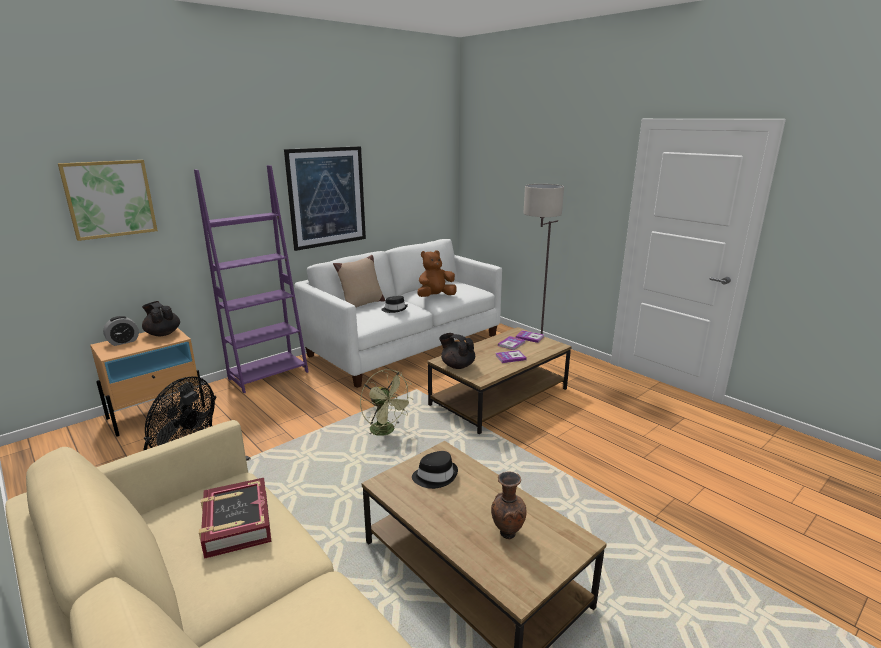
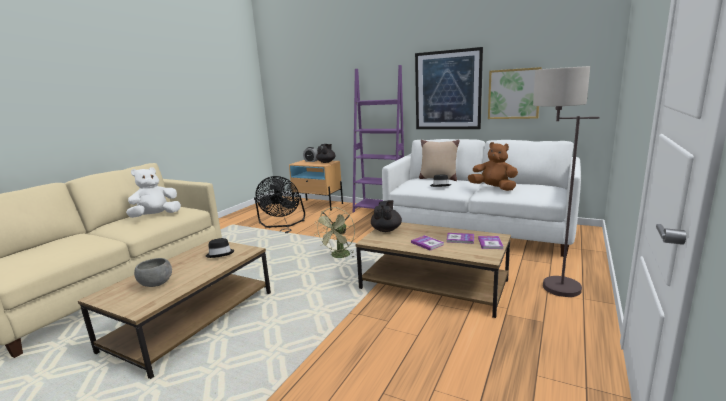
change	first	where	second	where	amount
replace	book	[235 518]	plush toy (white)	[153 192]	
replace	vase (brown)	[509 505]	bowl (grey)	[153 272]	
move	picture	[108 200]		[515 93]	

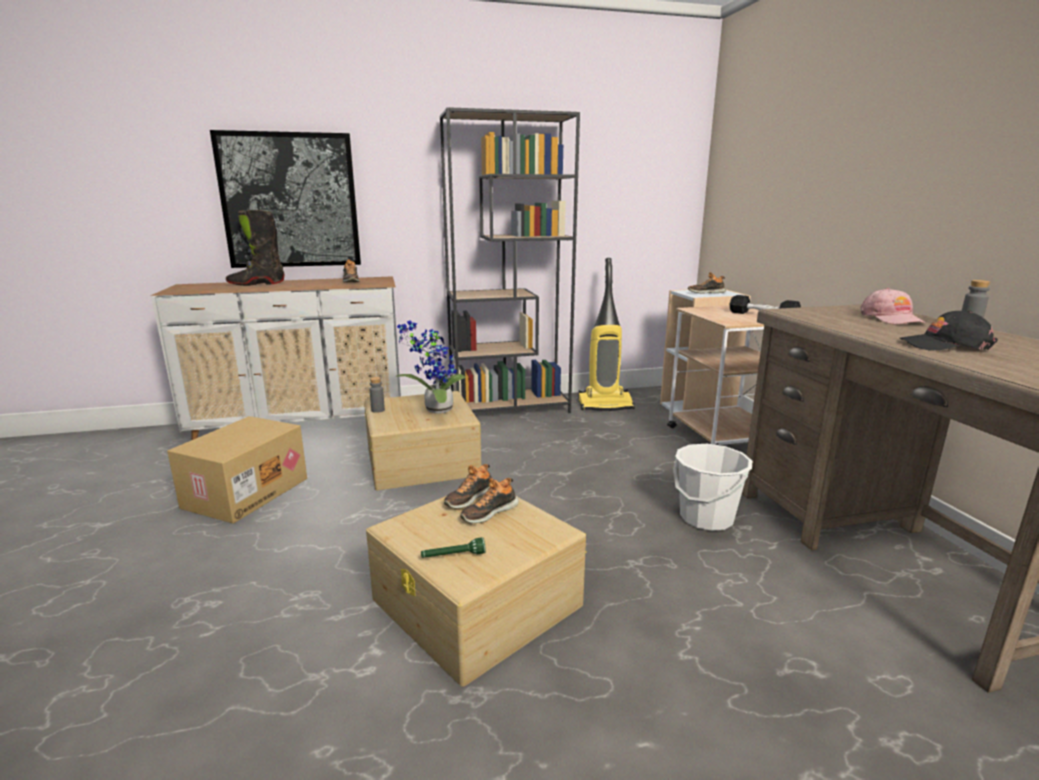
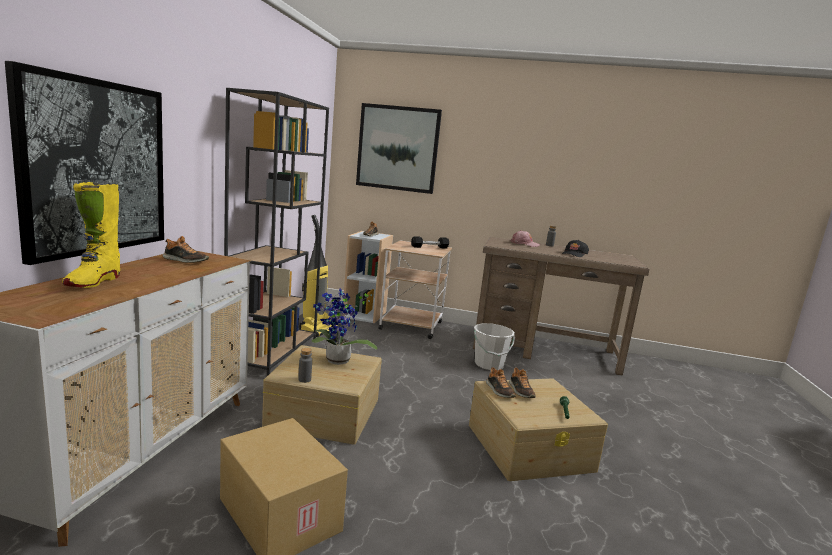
change	first	where	second	where	amount
recolor	boot (black)	[255 248]	boot (yellow)	[91 235]	
insert			picture	[399 148]	

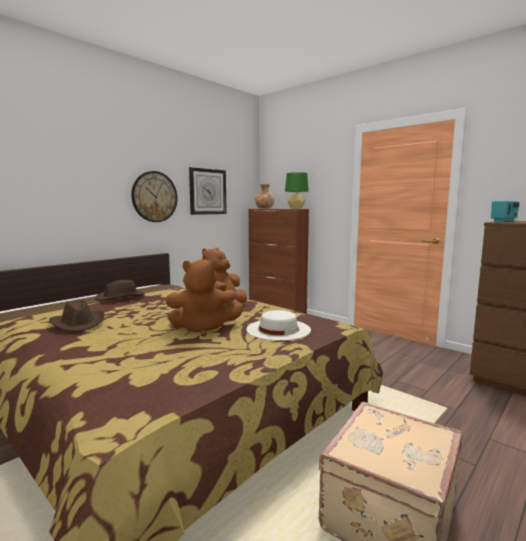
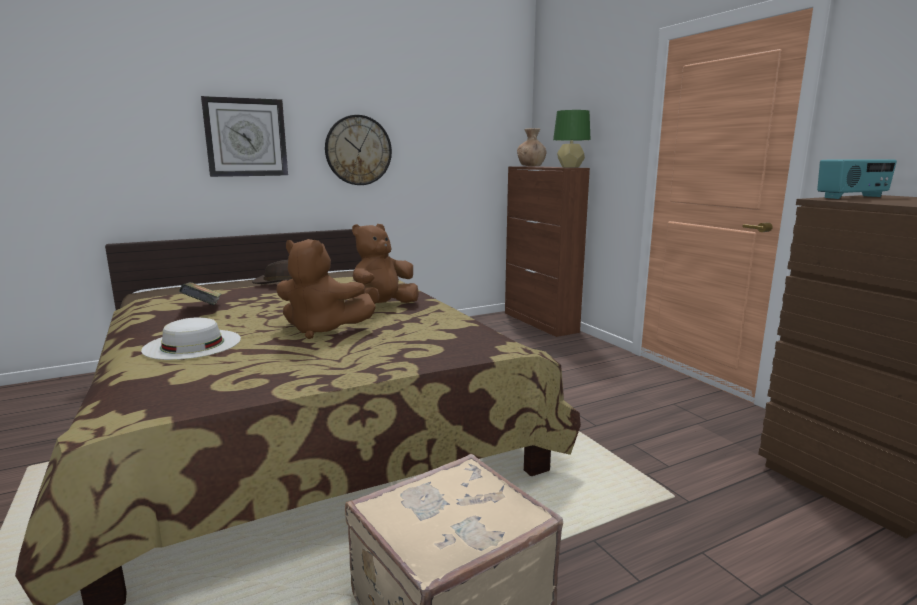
change	first	where	second	where	amount
move	hat (white)	[278 325]		[191 338]	
replace	hat (brown)	[76 315]	book	[200 293]	
move	wall clock	[208 191]		[244 136]	

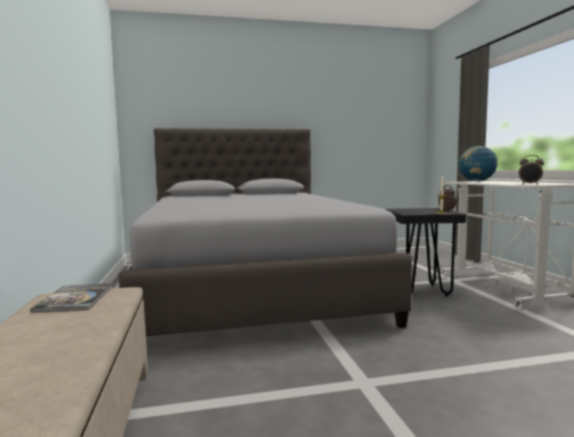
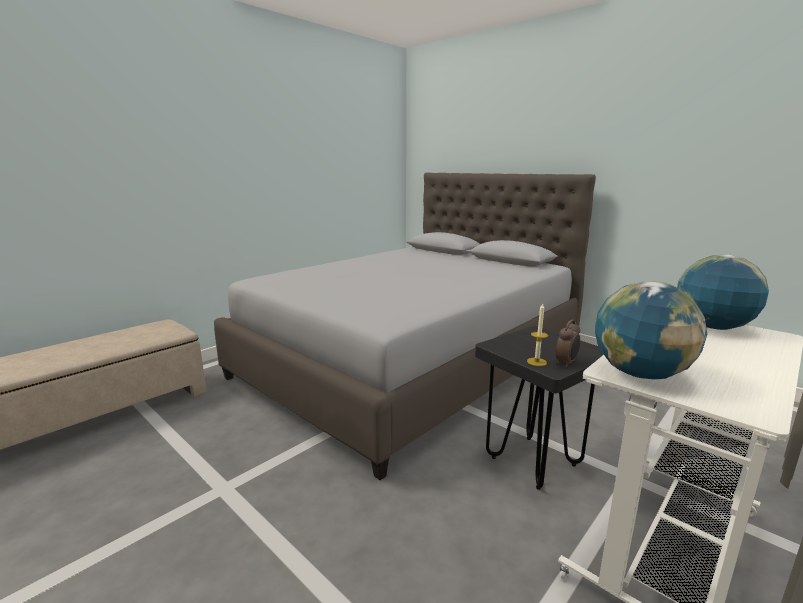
change	first	where	second	where	amount
replace	alarm clock	[531 170]	globe	[651 330]	
delete	book	[71 298]			

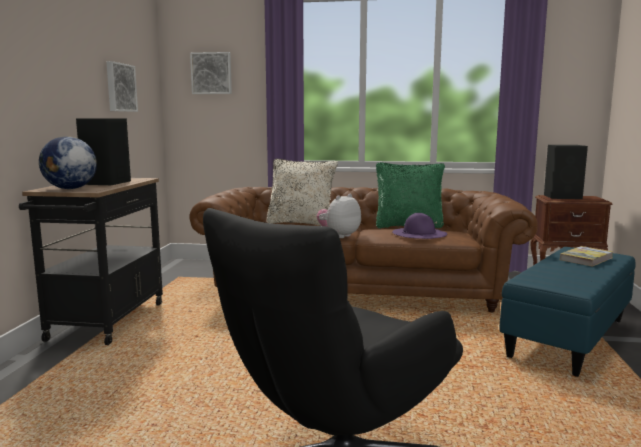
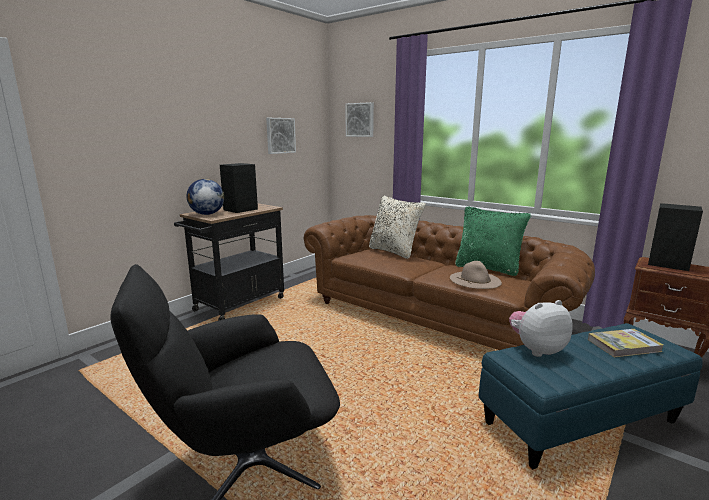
change	first	where	second	where	amount
recolor	hat (purple)	[419 226]	hat (beige)	[476 275]	
move	plush toy	[339 216]		[541 328]	

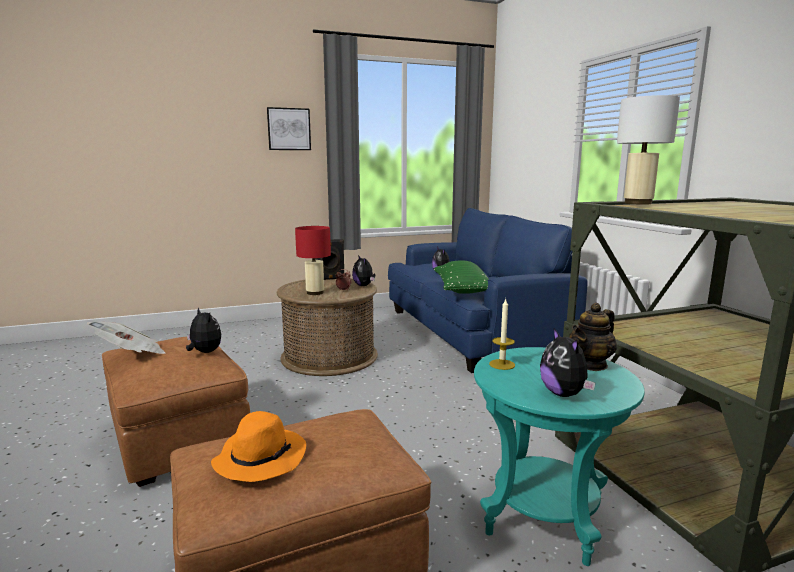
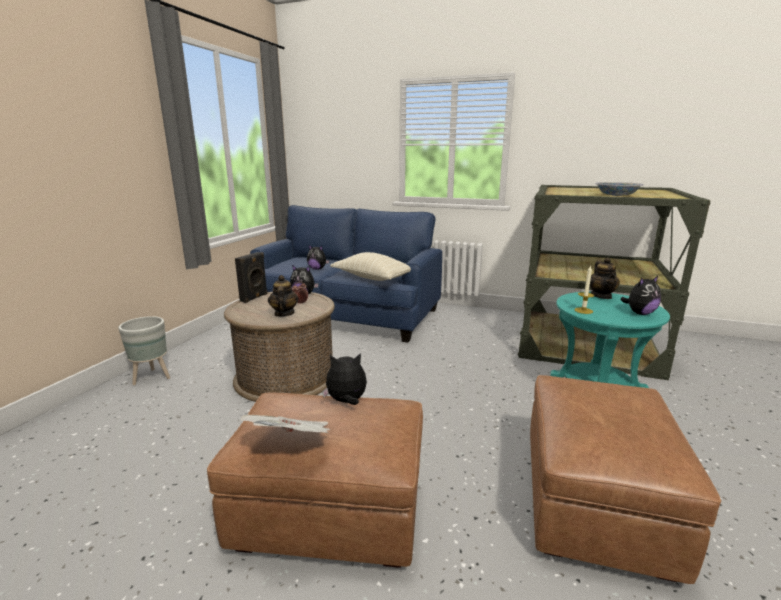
change	first	where	second	where	amount
insert			planter (grey)	[144 350]	
replace	table lamp (red)	[313 260]	teapot	[283 296]	
recolor	pillow (green)	[461 277]	pillow (beige)	[370 266]	
insert			bowl	[619 189]	
rotate	plush toy	[567 362]		[640 295]	45 degrees counterclockwise
delete	hat (orange)	[258 446]			
delete	picture	[289 128]			
delete	table lamp (white)	[648 150]			

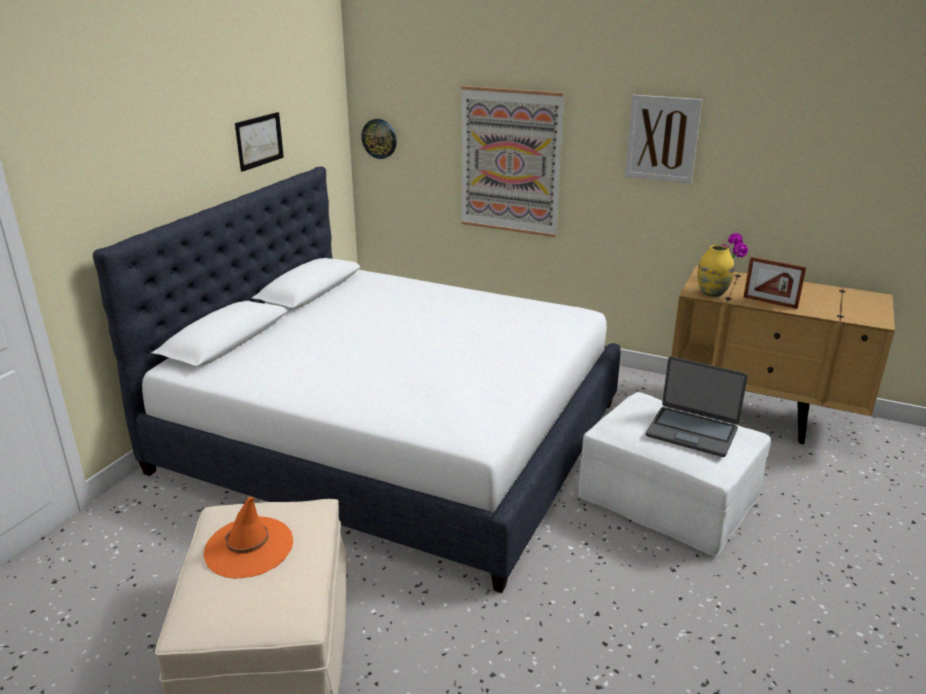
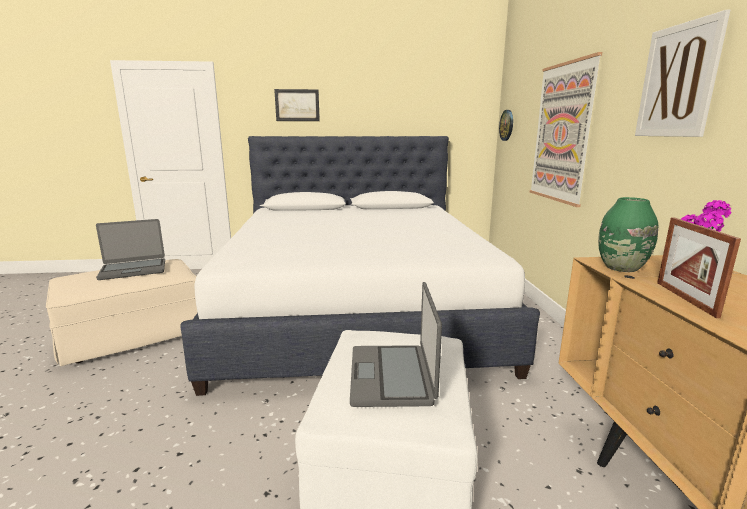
change	first	where	second	where	amount
replace	hat (orange)	[248 538]	laptop	[130 249]	
move	picture	[259 142]		[297 105]	
recolor	vase (yellow)	[716 271]	vase (green)	[628 234]	

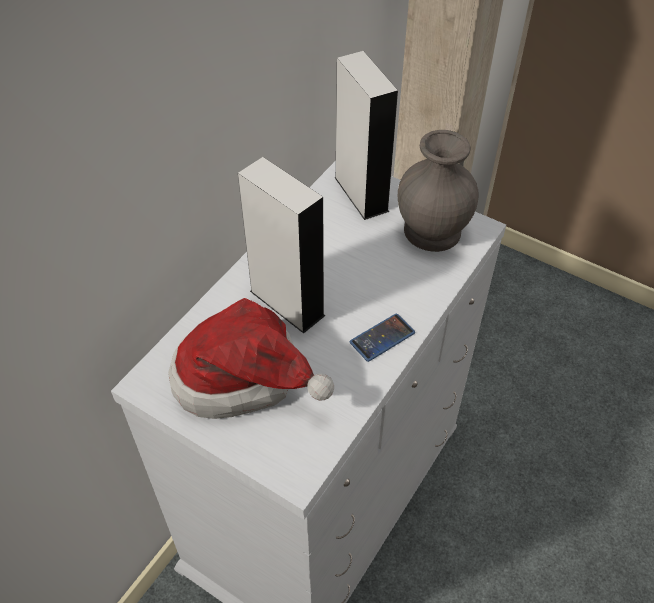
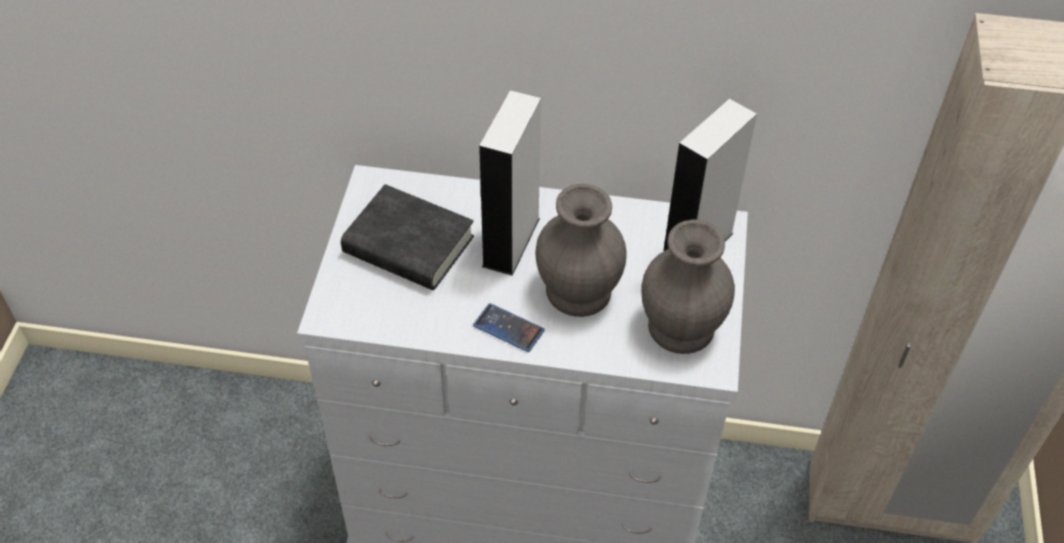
change	first	where	second	where	amount
replace	hat	[251 358]	book (black)	[407 237]	
insert			vase (grey)	[580 250]	

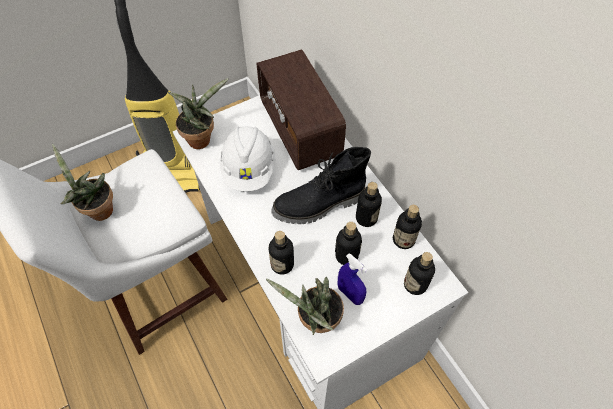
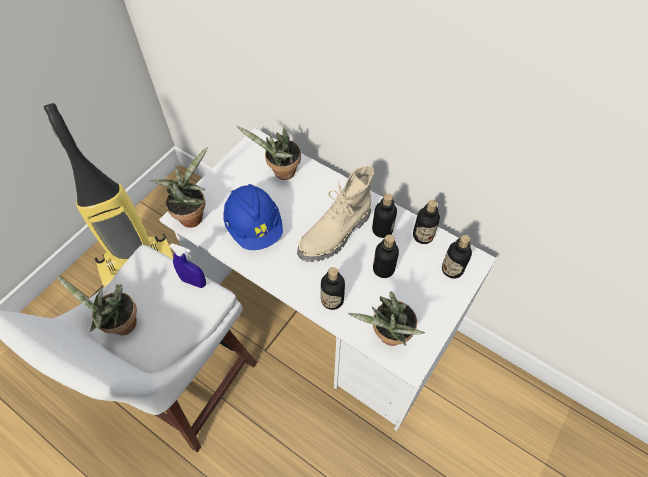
change	first	where	second	where	amount
move	spray bottle (blue)	[353 279]		[187 265]	
recolor	hard hat (white)	[247 158]	hard hat (blue)	[253 217]	
replace	radio	[301 109]	potted plant	[269 153]	
recolor	boot (black)	[321 185]	boot (beige)	[335 214]	

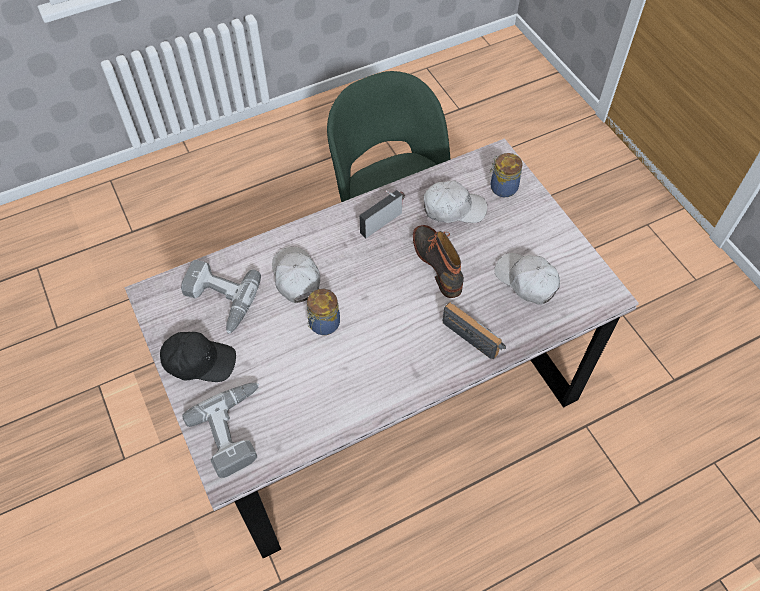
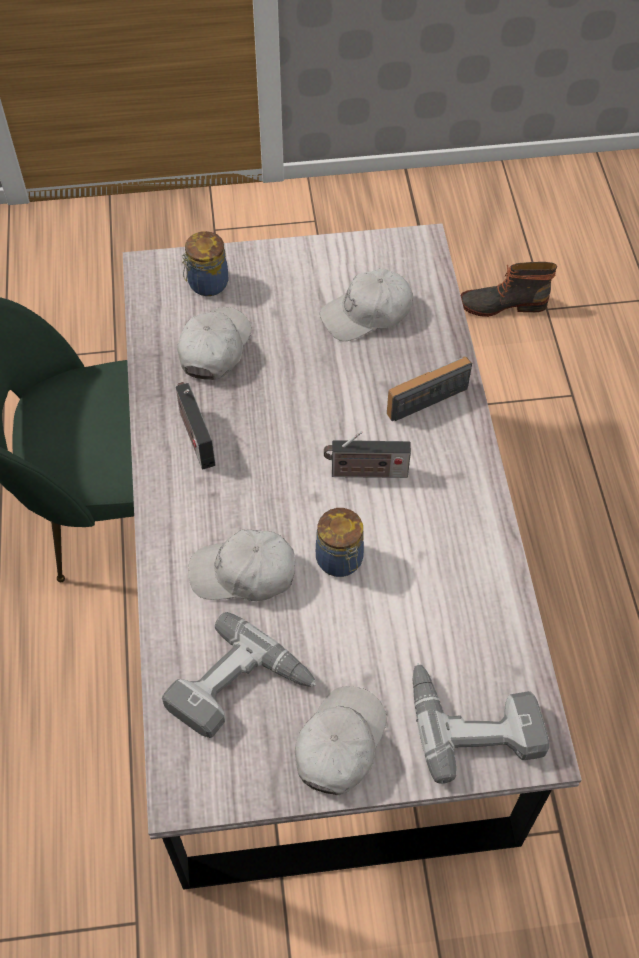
change	first	where	second	where	amount
recolor	cap (black)	[198 357]	cap (white)	[341 740]	
insert			radio	[367 454]	
move	boot	[438 261]		[509 289]	

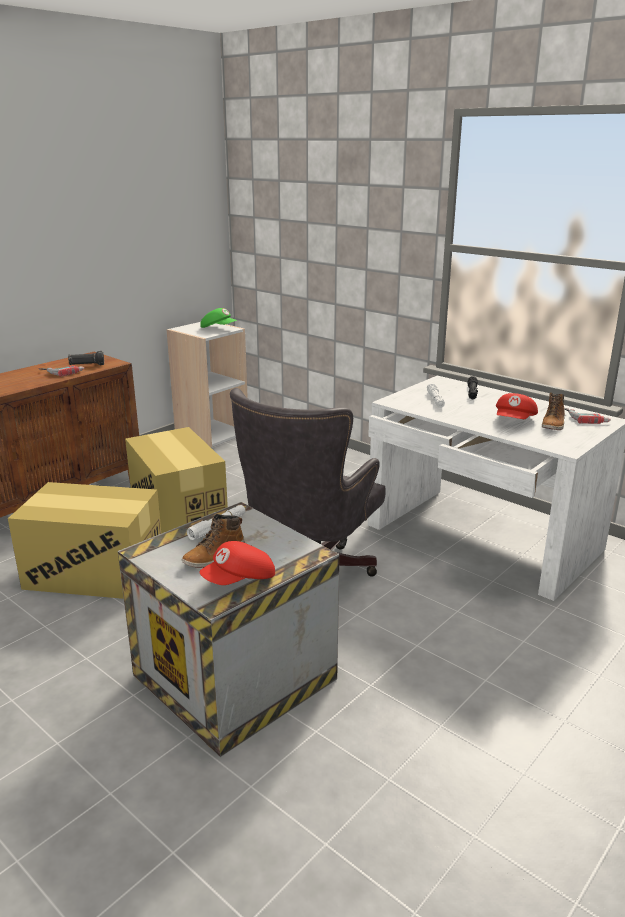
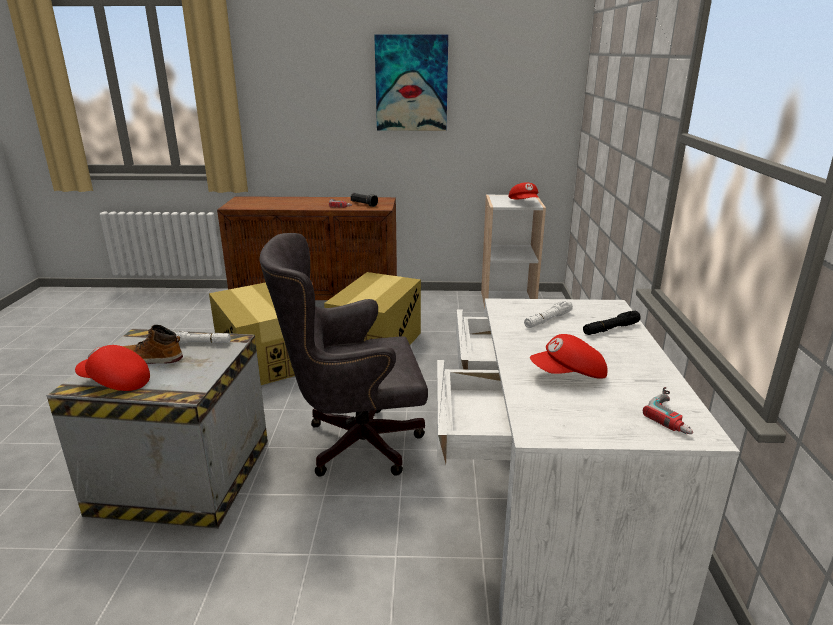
change	first	where	second	where	amount
insert			picture	[411 82]	
recolor	cap (green)	[218 318]	cap (red)	[524 190]	
delete	boot	[553 411]			

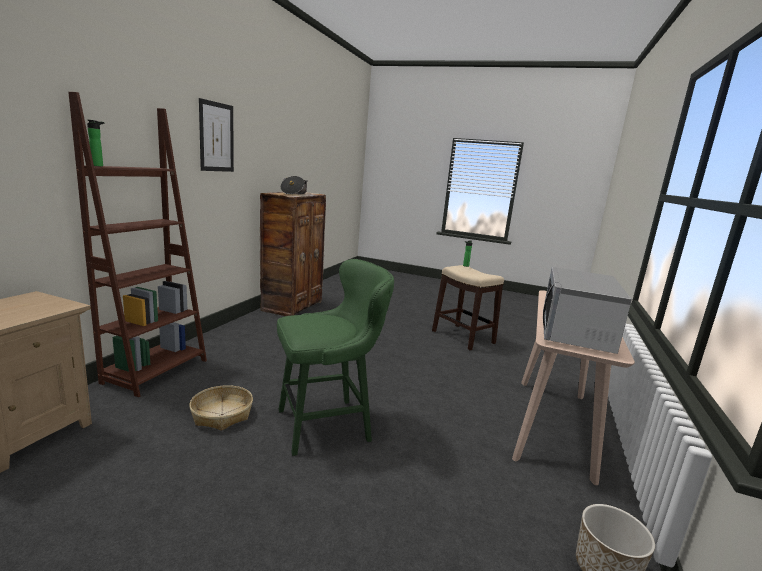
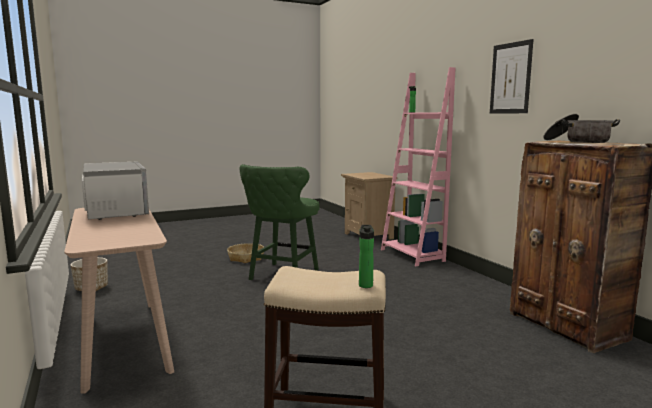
change	first	where	second	where	amount
move	basket	[221 408]		[245 253]	
recolor	bookcase (brown)	[137 244]	bookcase (pink)	[418 167]	

